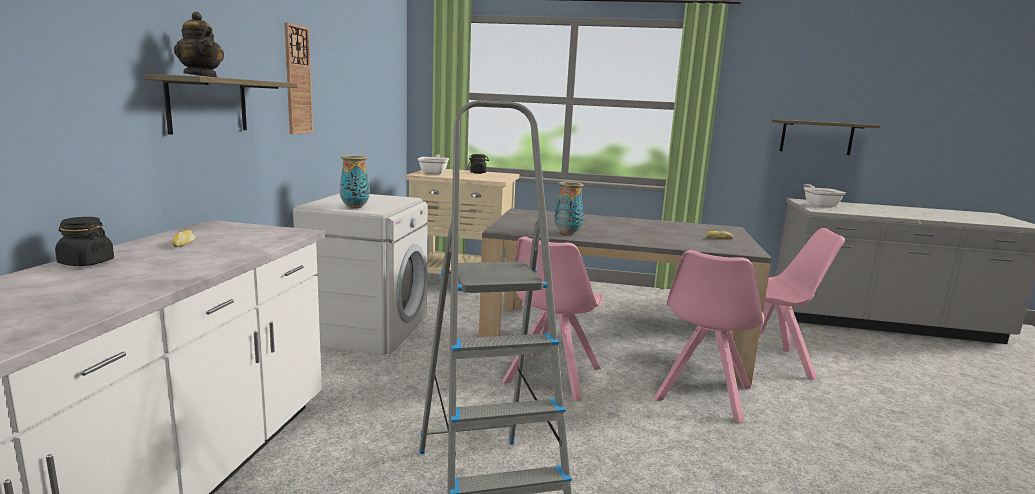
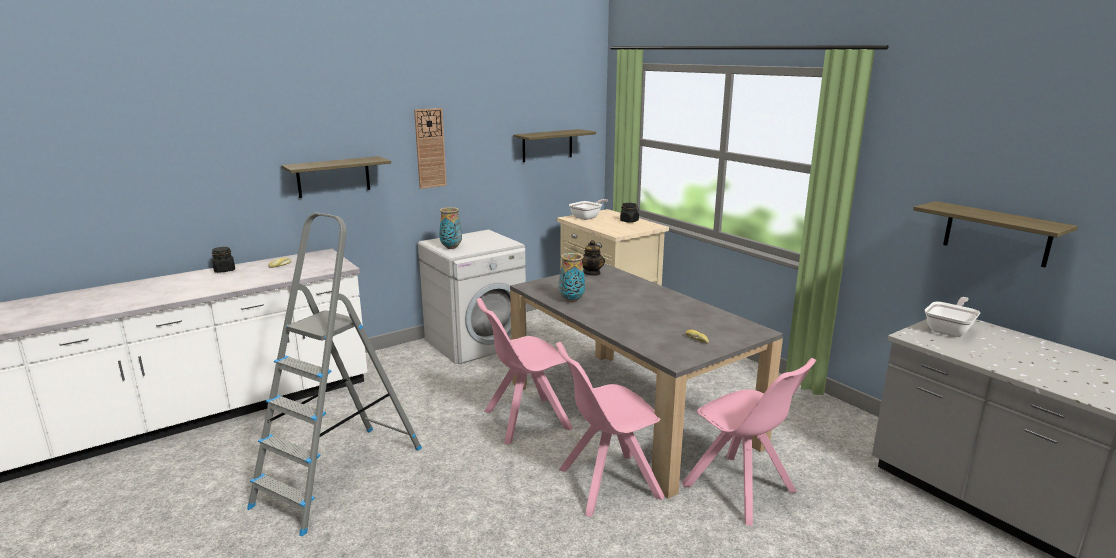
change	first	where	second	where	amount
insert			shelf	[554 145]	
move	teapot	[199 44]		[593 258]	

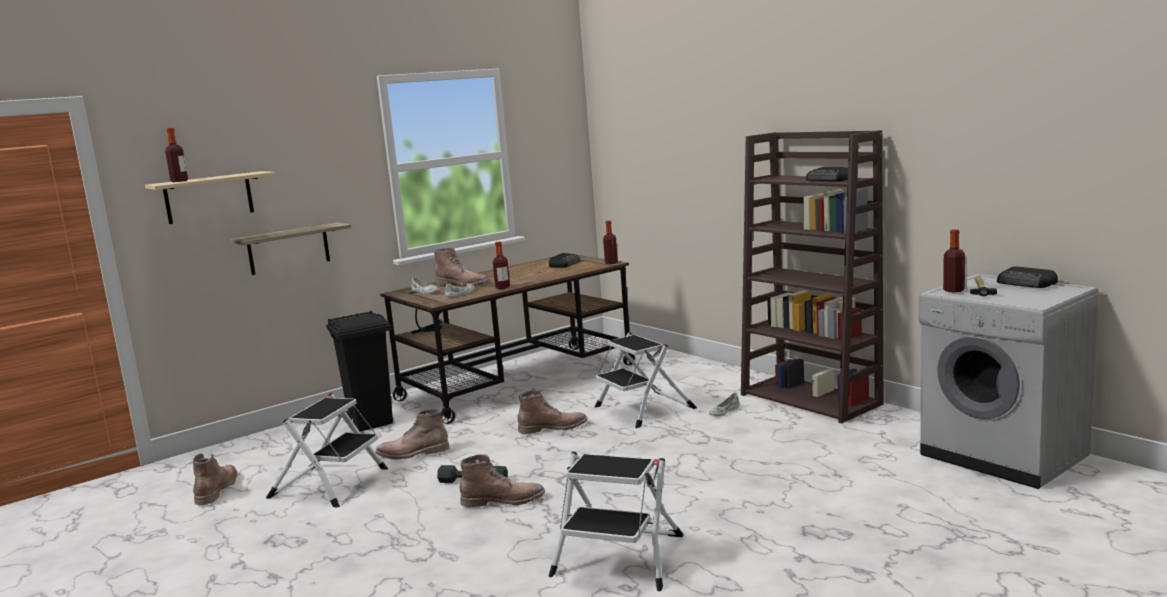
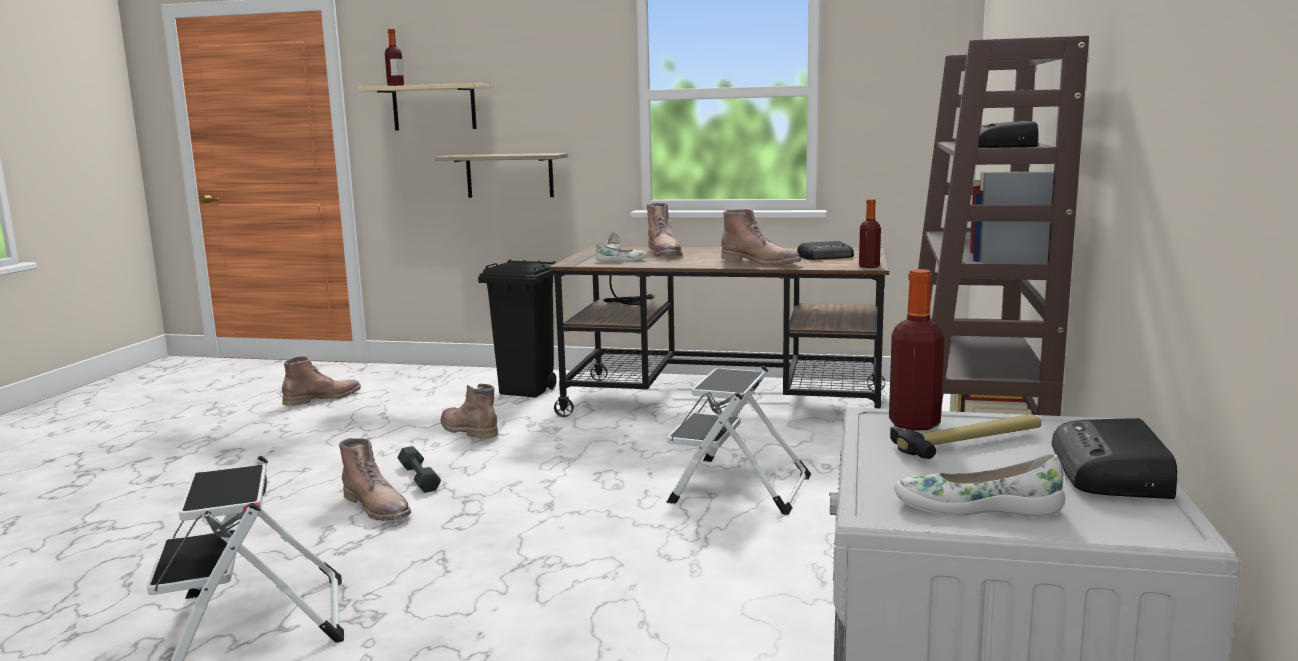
change	first	where	second	where	amount
move	boot (brown)	[552 412]		[761 237]	
move	shoe (white)	[724 404]		[979 485]	
delete	step ladder	[327 450]			
delete	bottle	[501 265]			

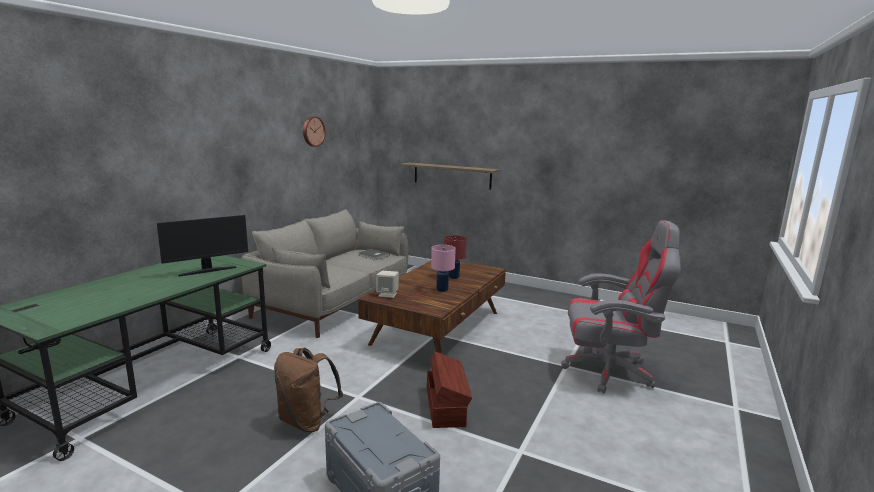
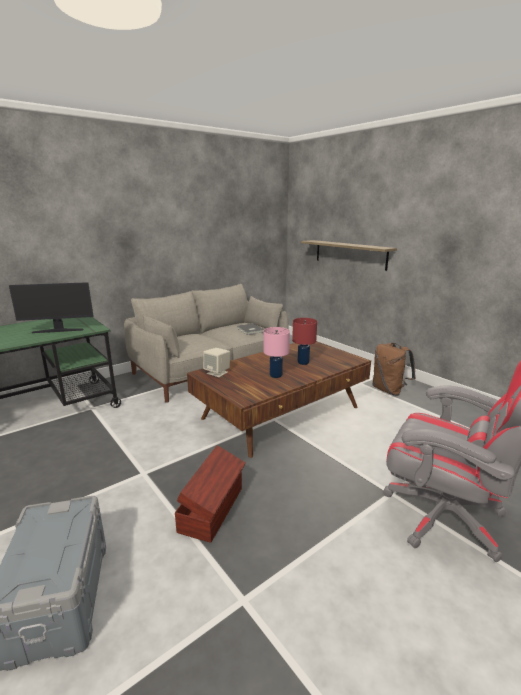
change	first	where	second	where	amount
move	backpack (brown)	[308 390]		[393 369]	
delete	wall clock	[314 131]			

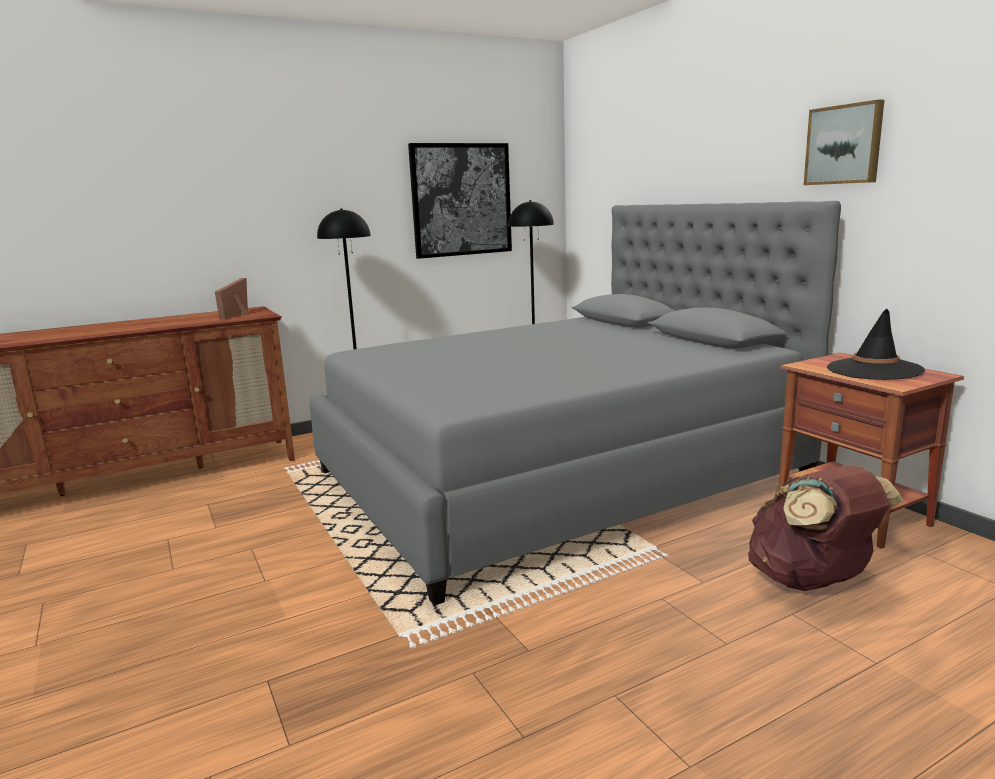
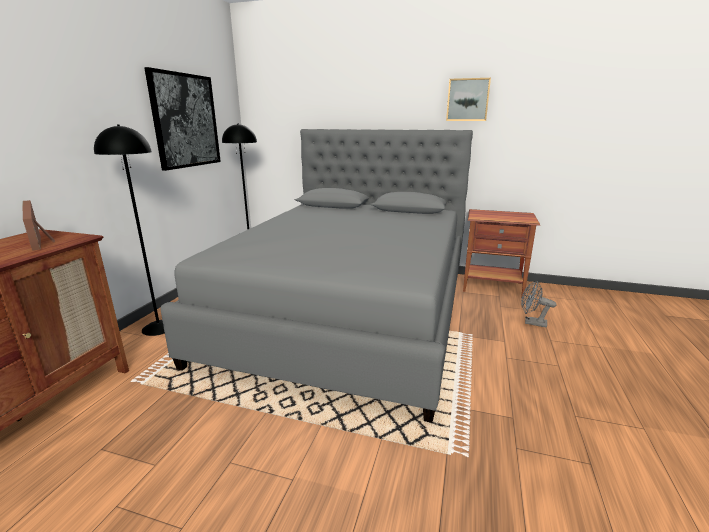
change	first	where	second	where	amount
replace	backpack (brown)	[826 528]	fan (grey)	[539 304]	
delete	hat (black)	[876 344]			

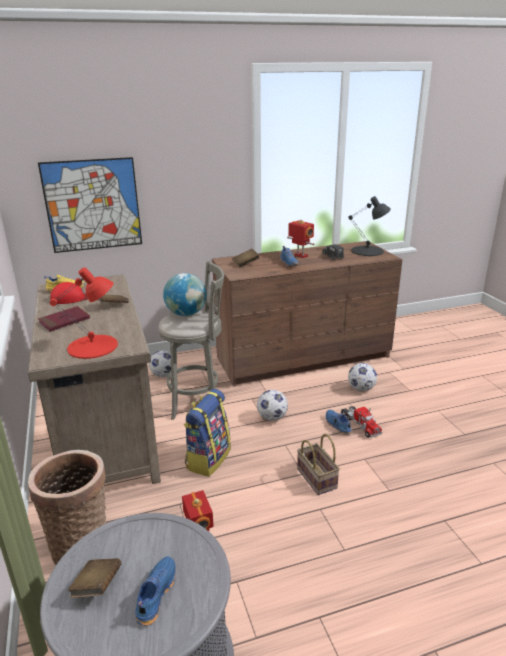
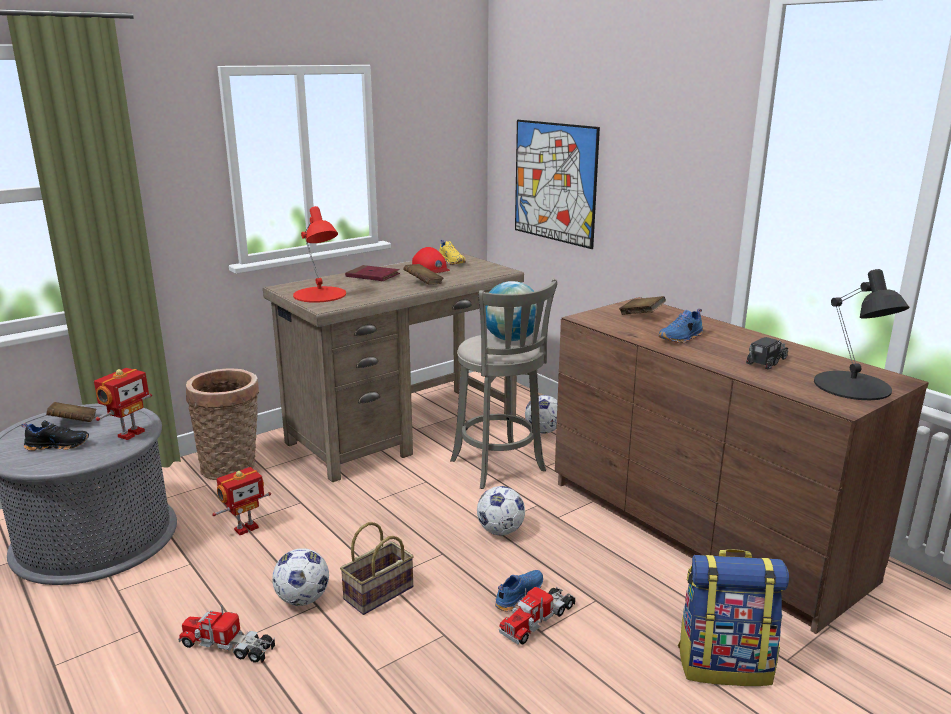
change	first	where	second	where	amount
recolor	shoe (blue)	[155 591]	shoe (black)	[55 435]	
move	toy robot	[301 239]		[123 404]	
insert			toy truck	[226 634]	
move	football	[362 377]		[300 577]	
move	backpack	[207 433]		[733 617]	

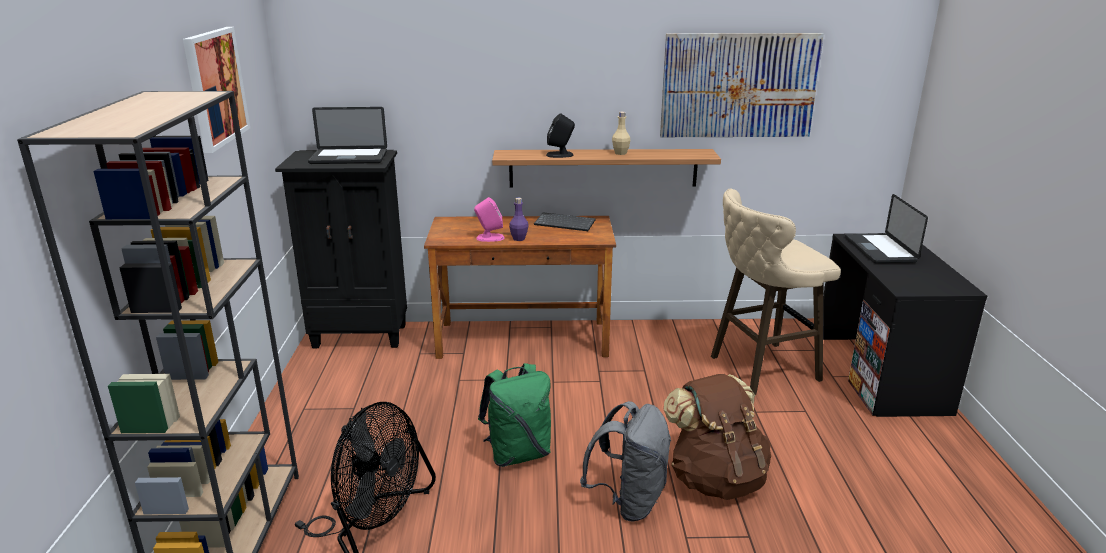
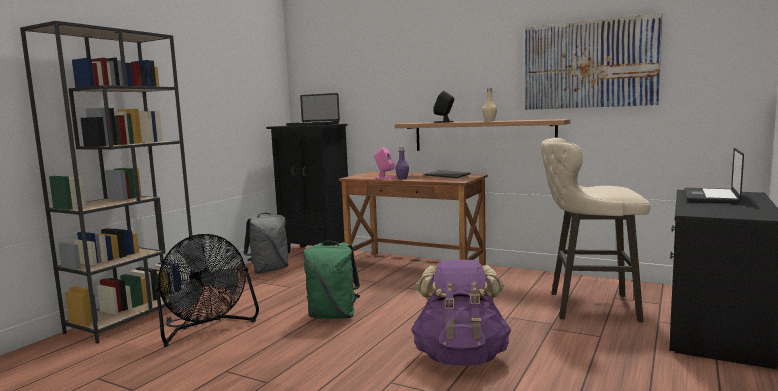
change	first	where	second	where	amount
move	backpack (grey)	[626 461]		[265 243]	
recolor	backpack (brown)	[717 437]	backpack (purple)	[461 313]	
delete	picture	[216 90]			

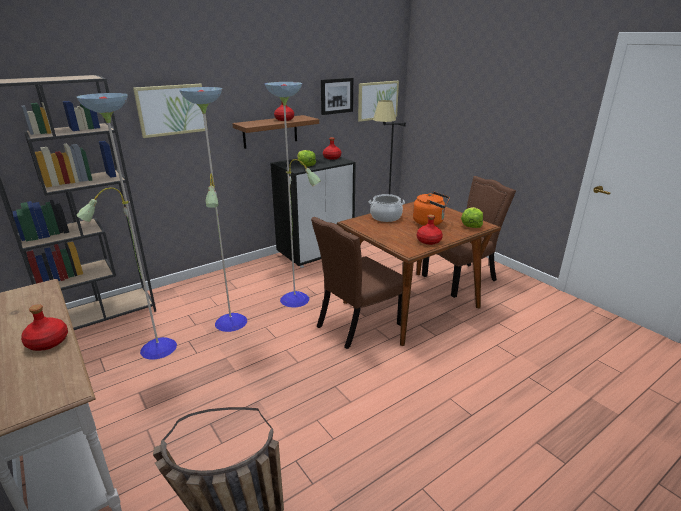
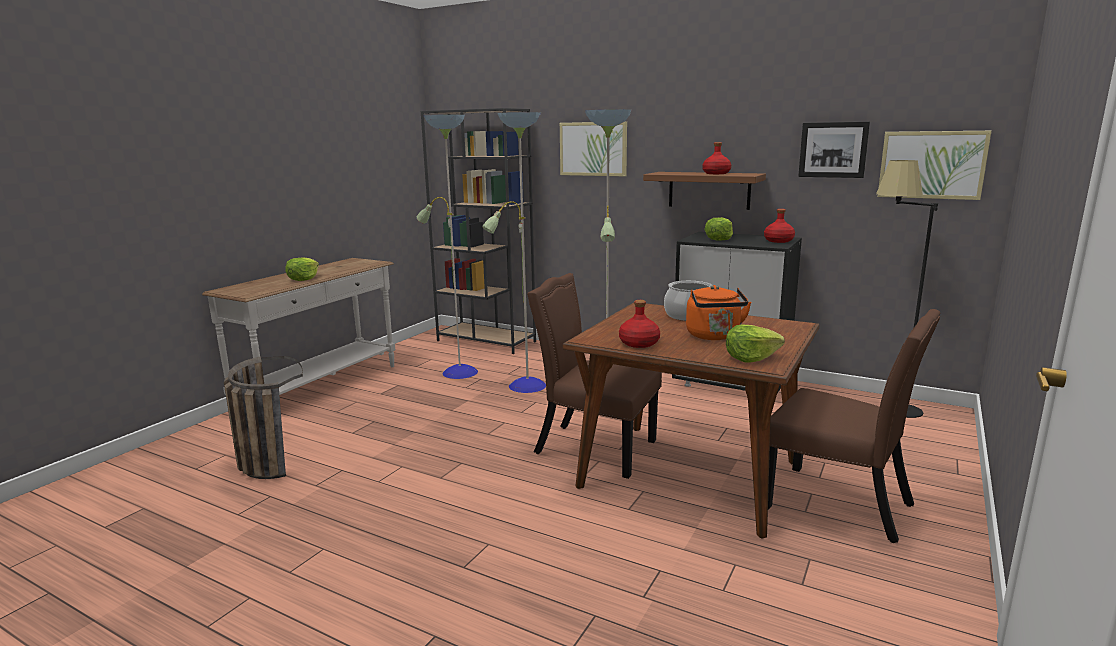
change	first	where	second	where	amount
replace	bottle (red)	[44 327]	lettuce	[302 269]	

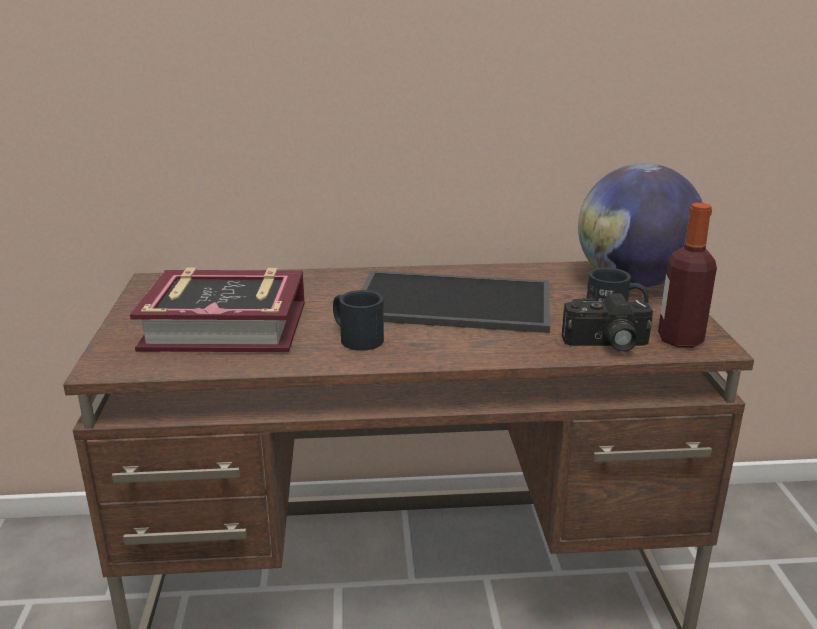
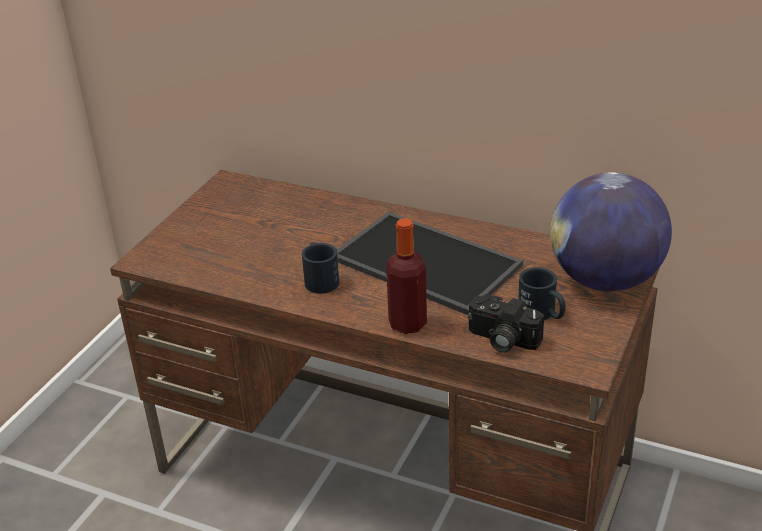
change	first	where	second	where	amount
move	bottle	[687 275]		[406 276]	
delete	book	[217 309]			

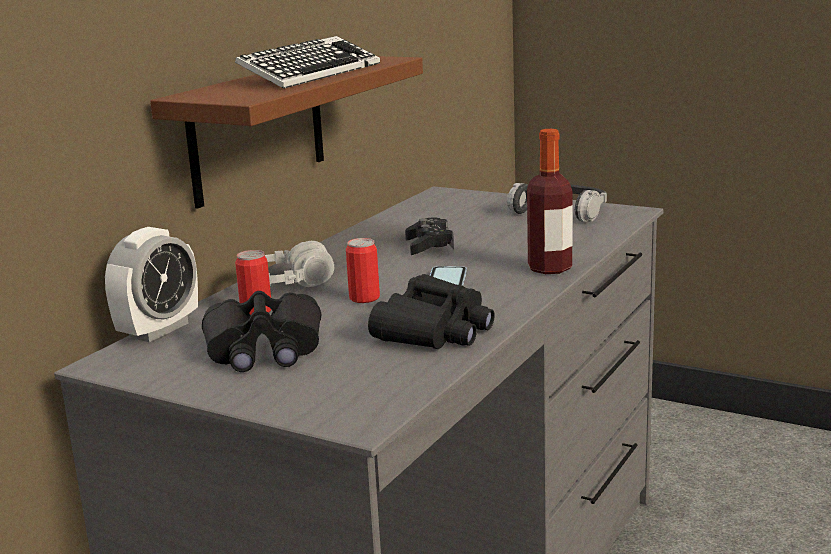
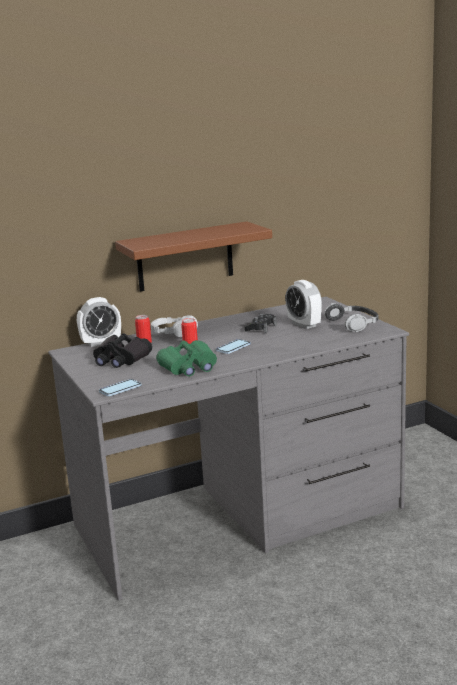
change	first	where	second	where	amount
insert			phone	[120 387]	
recolor	binoculars (black)	[431 311]	binoculars (green)	[186 358]	
insert			alarm clock	[303 304]	
delete	keyboard	[307 62]			
delete	bottle	[550 201]			

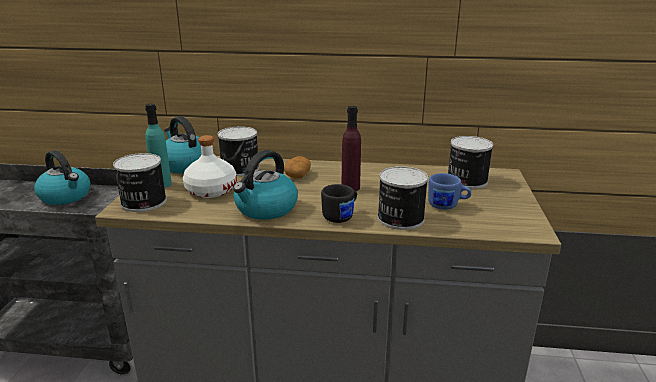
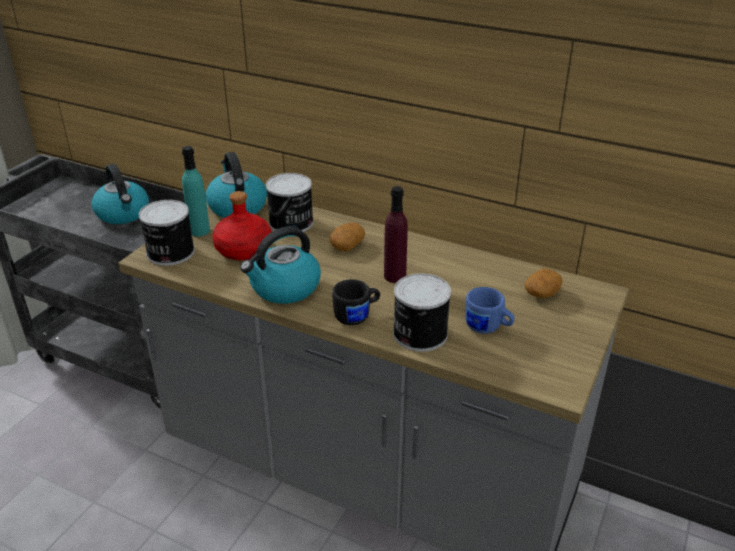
change	first	where	second	where	amount
recolor	bottle (white)	[210 166]	bottle (red)	[242 225]	
replace	can	[470 162]	potato	[543 283]	

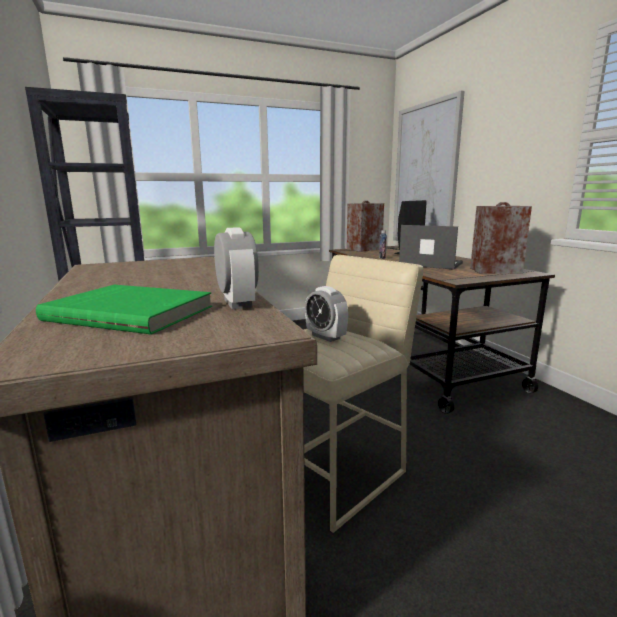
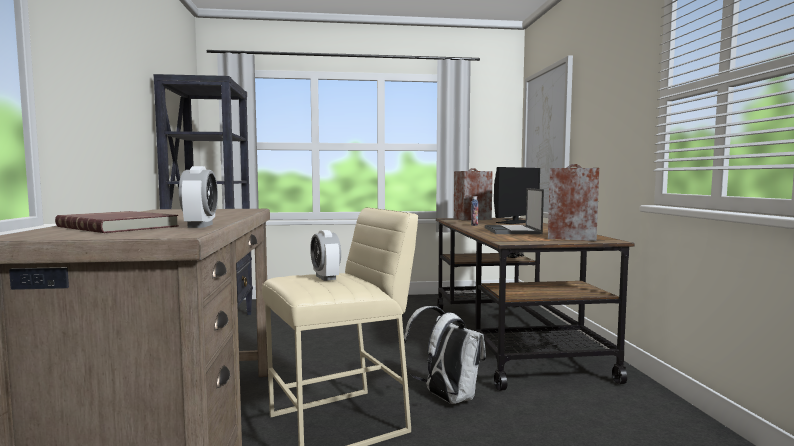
change	first	where	second	where	amount
recolor	book (green)	[124 310]	book (red)	[117 222]	
insert			backpack (white)	[445 355]	
rotate	laptop	[431 247]		[514 211]	135 degrees counterclockwise

